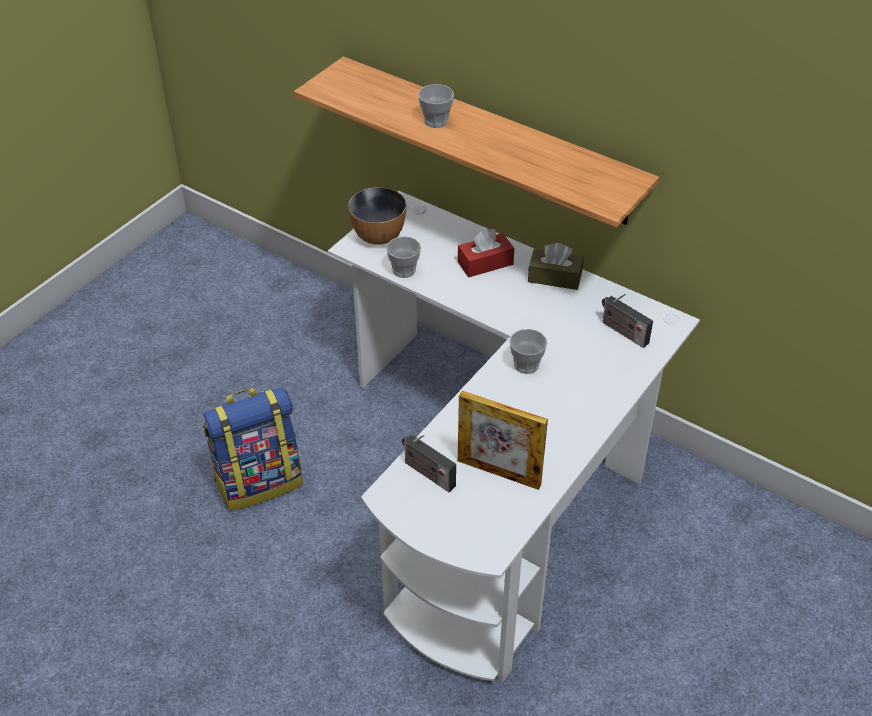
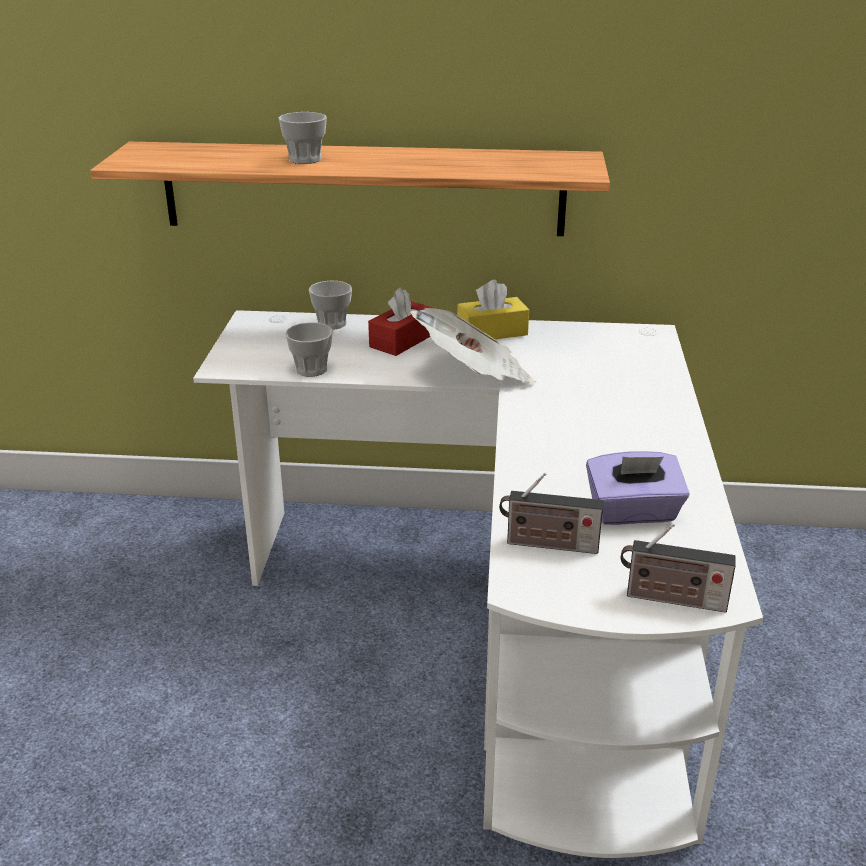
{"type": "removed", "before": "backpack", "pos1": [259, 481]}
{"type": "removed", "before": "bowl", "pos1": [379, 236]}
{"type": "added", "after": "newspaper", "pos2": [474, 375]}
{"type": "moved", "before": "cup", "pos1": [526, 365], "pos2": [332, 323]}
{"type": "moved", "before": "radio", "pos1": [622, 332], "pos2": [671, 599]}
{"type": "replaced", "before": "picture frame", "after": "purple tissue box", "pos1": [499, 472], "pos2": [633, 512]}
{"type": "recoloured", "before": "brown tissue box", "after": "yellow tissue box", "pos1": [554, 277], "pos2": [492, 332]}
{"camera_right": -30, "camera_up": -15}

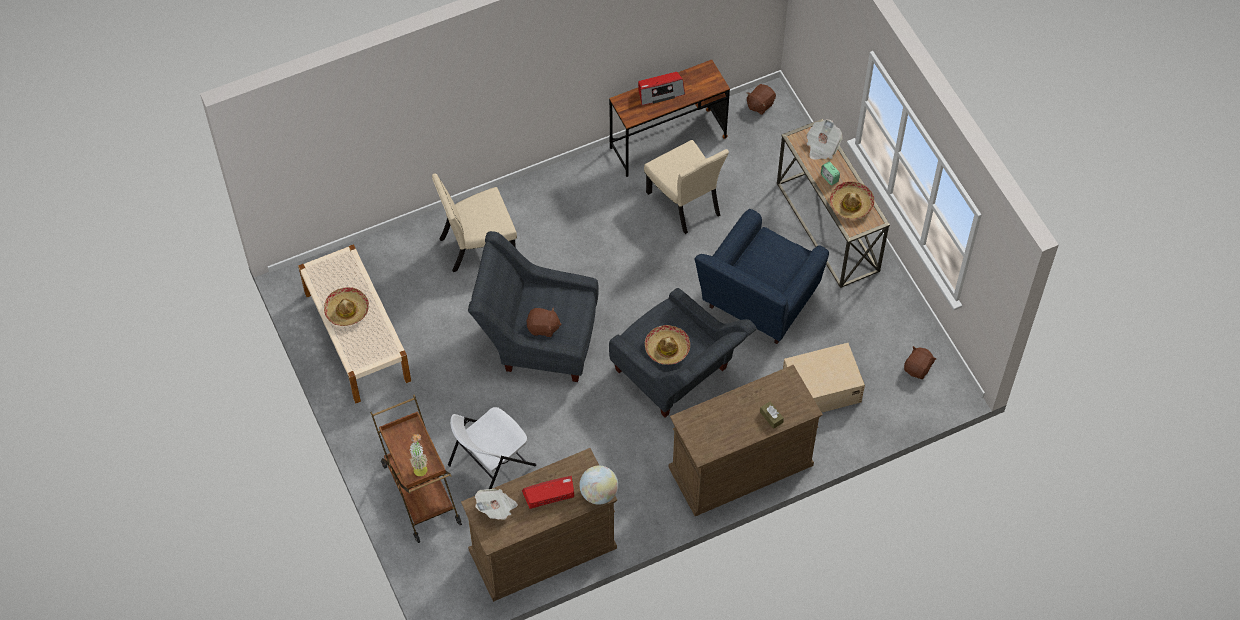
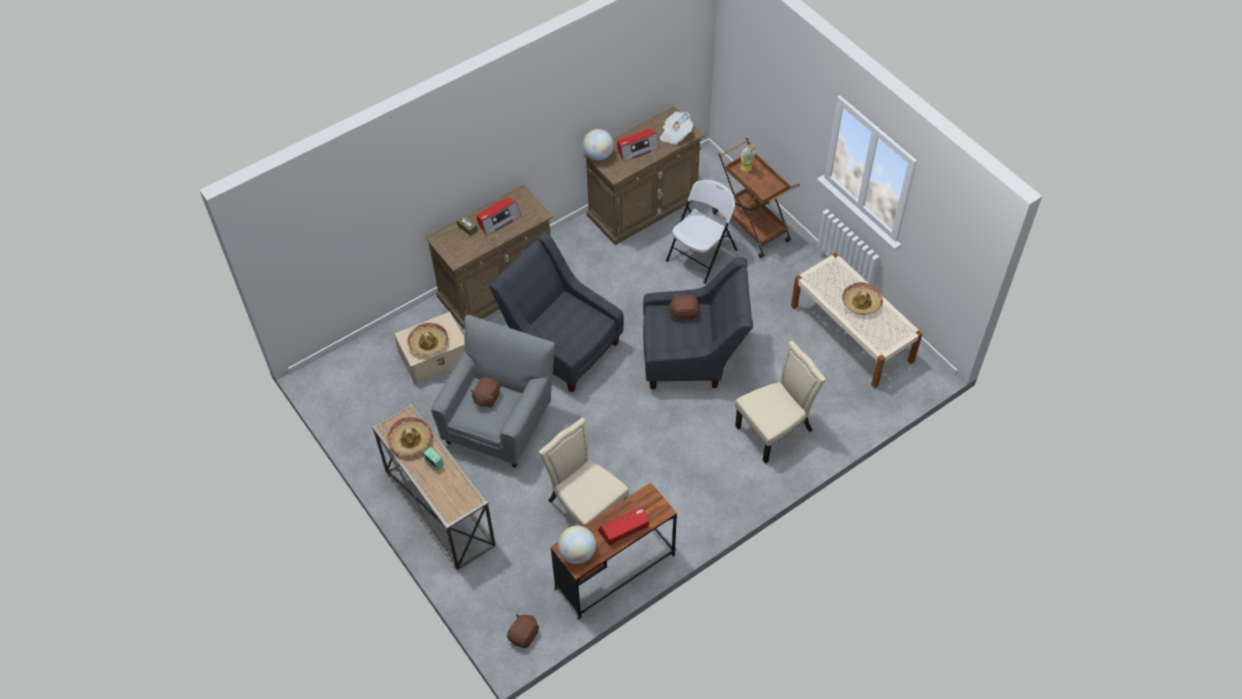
{"type": "removed", "before": "newspaper", "pos1": [822, 146]}
{"type": "added", "after": "radio", "pos2": [498, 220]}
{"type": "added", "after": "globe", "pos2": [577, 553]}
{"type": "moved", "before": "hat", "pos1": [667, 348], "pos2": [428, 343]}
{"type": "moved", "before": "brown plush toy", "pos1": [918, 368], "pos2": [486, 398]}
{"type": "recoloured", "before": "blue armchair", "after": "grey armchair", "pos1": [759, 302], "pos2": [498, 423]}
{"camera_right": 170, "camera_up": -5}

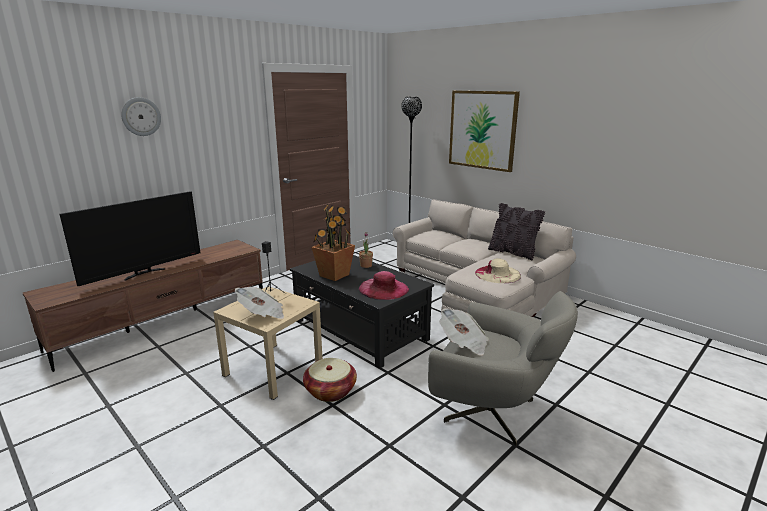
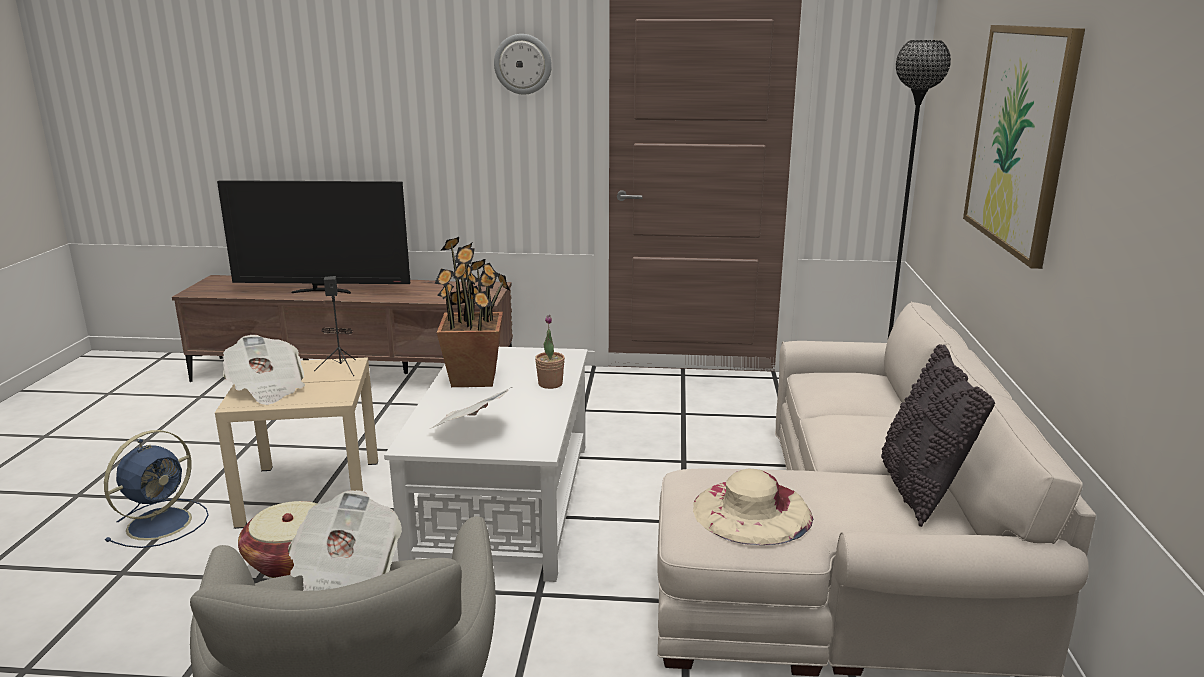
{"type": "added", "after": "blue fan", "pos2": [162, 522]}
{"type": "moved", "before": "wall clock", "pos1": [141, 116], "pos2": [523, 64]}
{"type": "replaced", "before": "pink hat", "after": "newspaper", "pos1": [383, 289], "pos2": [470, 429]}
{"type": "recoloured", "before": "black coffee table", "after": "white coffee table", "pos1": [360, 330], "pos2": [503, 504]}
{"camera_right": 50, "camera_up": 0}

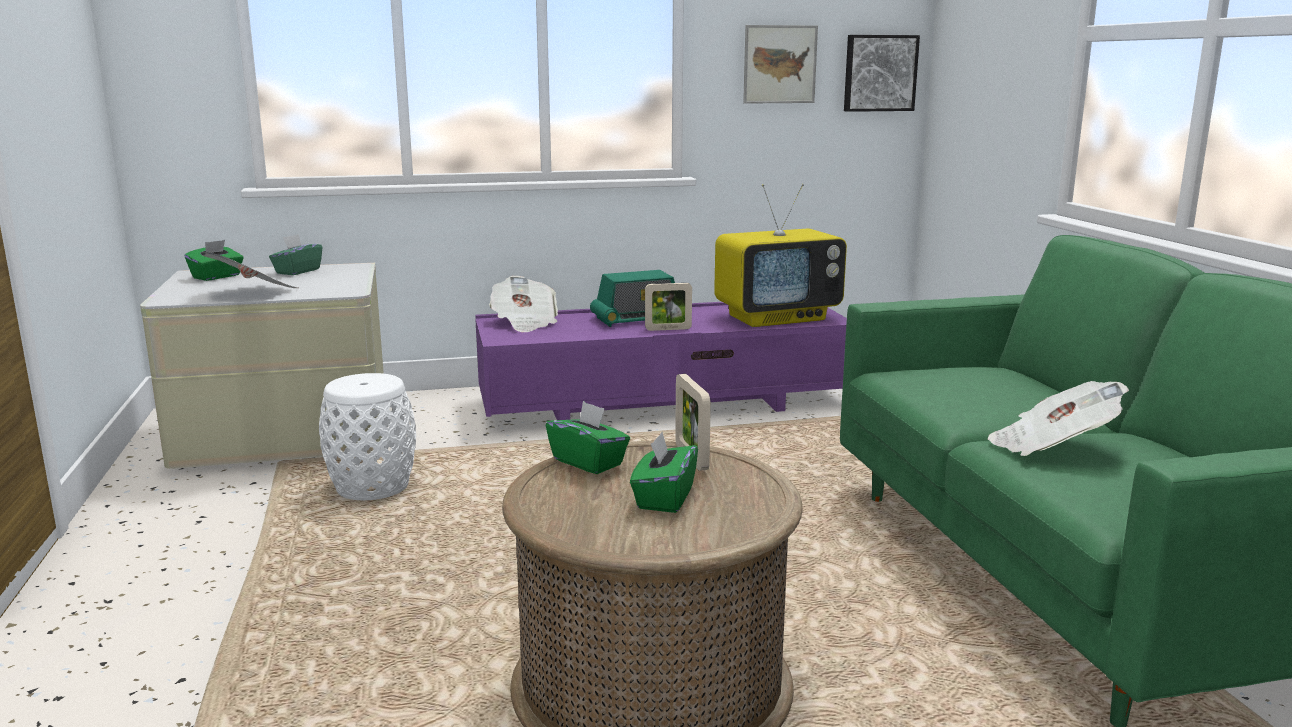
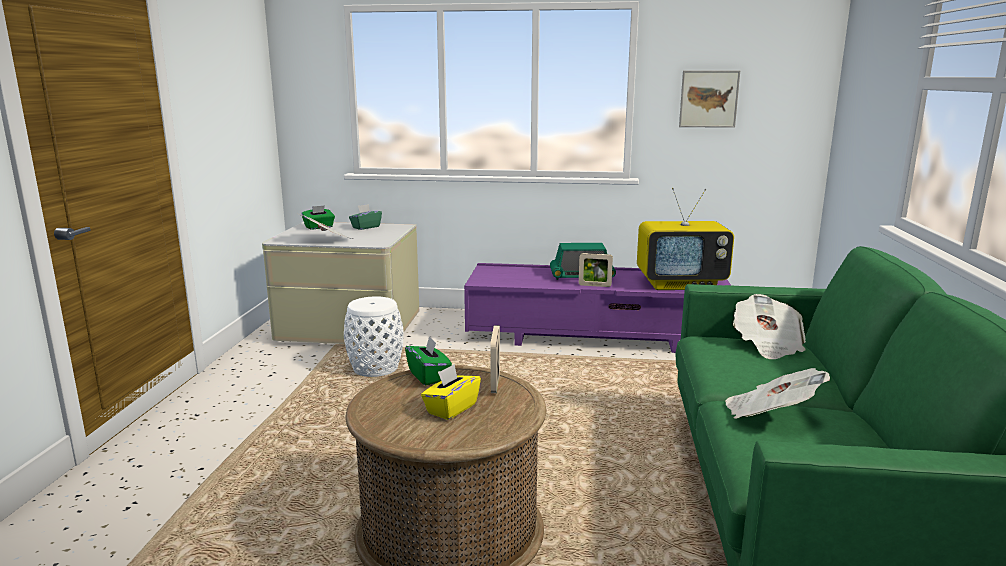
{"type": "removed", "before": "picture", "pos1": [879, 73]}
{"type": "moved", "before": "newspaper", "pos1": [525, 323], "pos2": [767, 345]}
{"type": "recoloured", "before": "green tissue box", "after": "yellow tissue box", "pos1": [664, 498], "pos2": [451, 408]}
{"camera_right": 20, "camera_up": 0}

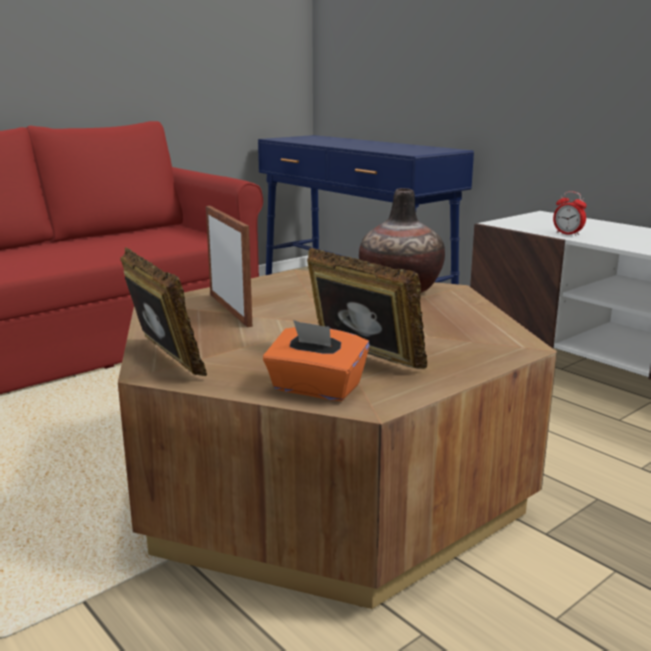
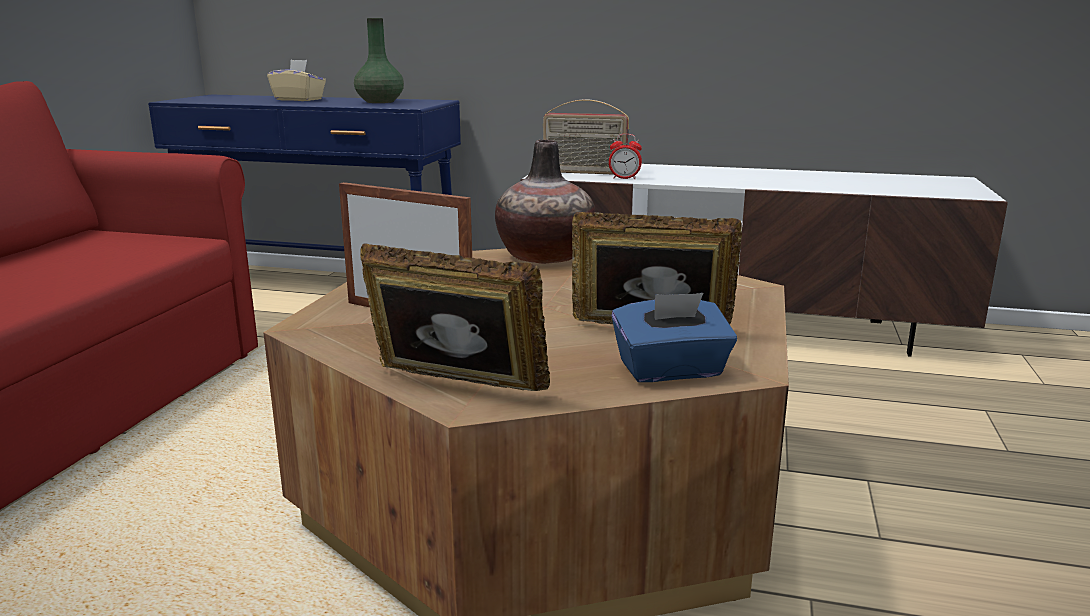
{"type": "added", "after": "beige tissue box", "pos2": [299, 99]}
{"type": "added", "after": "green vase", "pos2": [379, 102]}
{"type": "added", "after": "radio", "pos2": [584, 172]}
{"type": "recoloured", "before": "orange tissue box", "after": "blue tissue box", "pos1": [315, 389], "pos2": [671, 371]}
{"camera_right": -35, "camera_up": 0}

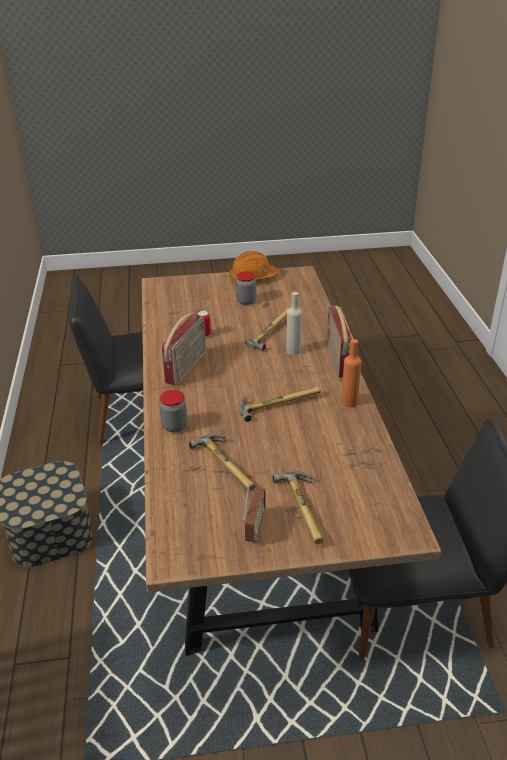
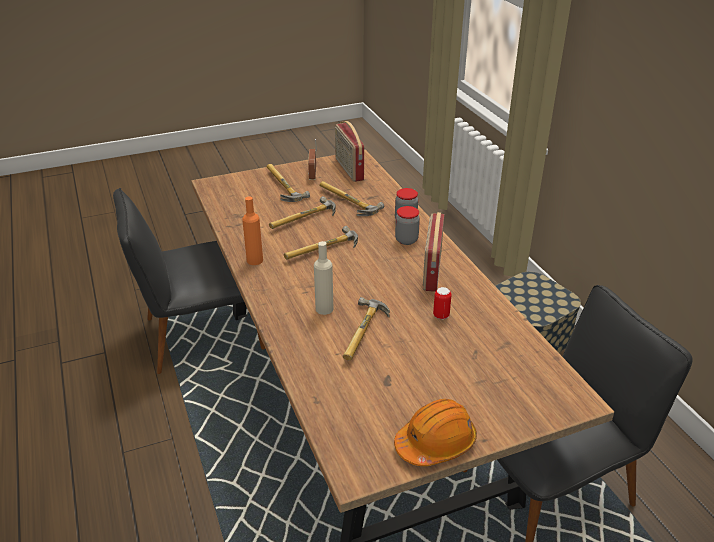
{"type": "added", "after": "hammer", "pos2": [305, 220]}
{"type": "moved", "before": "jar", "pos1": [246, 301], "pos2": [406, 240]}
{"type": "moved", "before": "radio", "pos1": [339, 360], "pos2": [348, 169]}
{"camera_right": 165, "camera_up": 0}

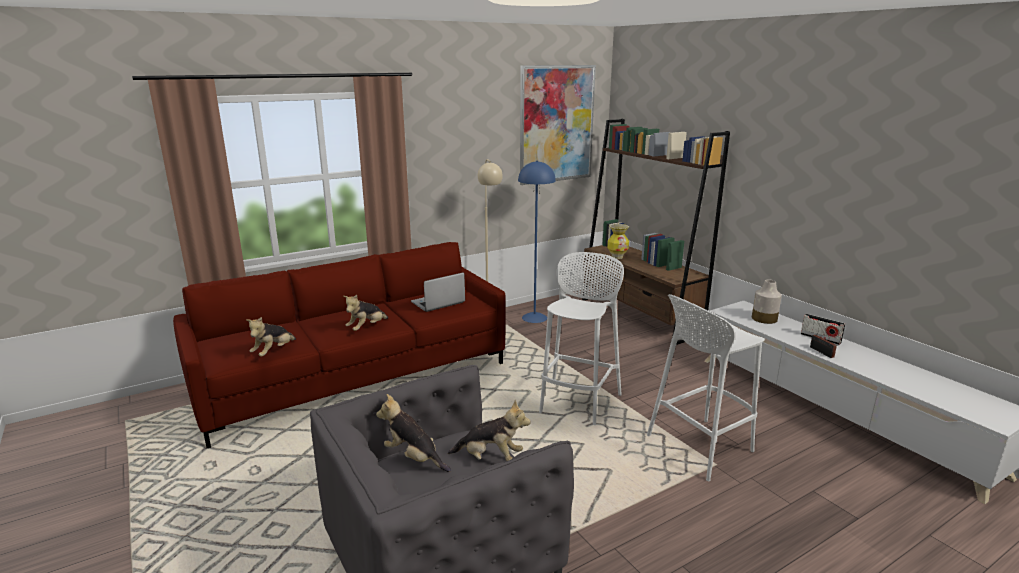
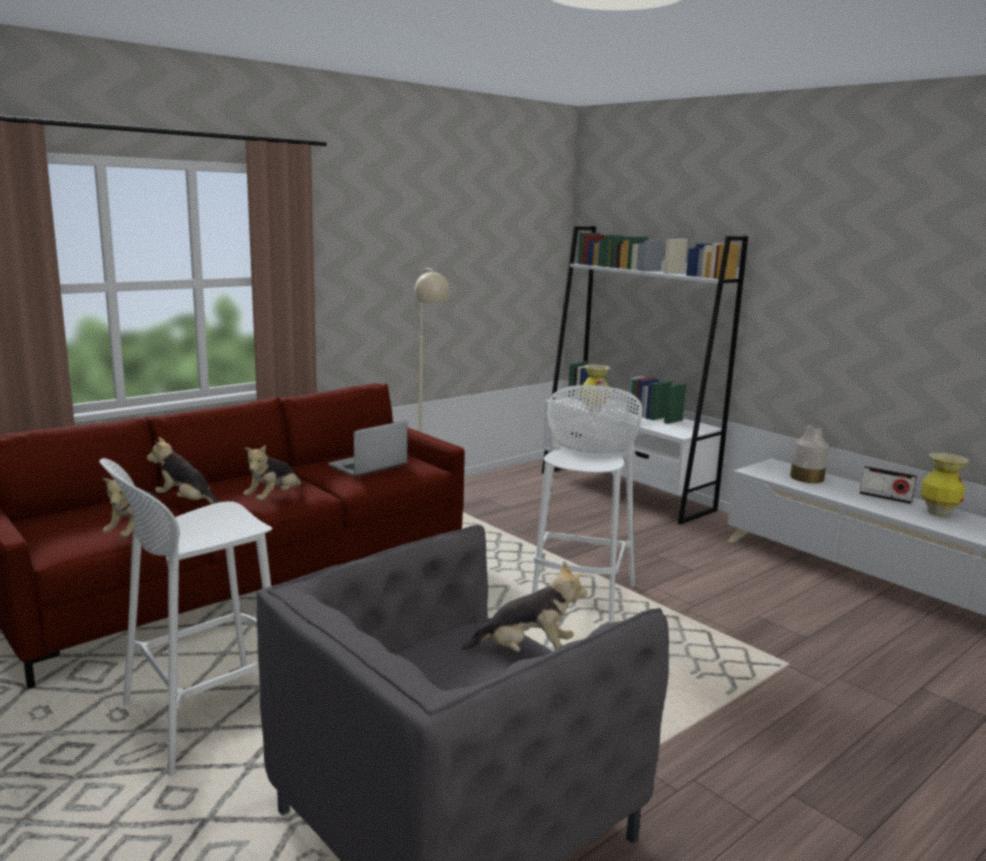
{"type": "removed", "before": "blue floor lamp", "pos1": [534, 317]}
{"type": "removed", "before": "picture", "pos1": [556, 124]}
{"type": "removed", "before": "radio", "pos1": [822, 353]}
{"type": "added", "after": "vase", "pos2": [938, 513]}
{"type": "moved", "before": "plush toy", "pos1": [414, 458], "pos2": [187, 502]}
{"type": "moved", "before": "white stool", "pos1": [700, 447], "pos2": [203, 717]}
{"type": "recoloured", "before": "brown bookcase", "after": "white bookcase", "pos1": [639, 316], "pos2": [625, 491]}
{"camera_right": -10, "camera_up": -5}

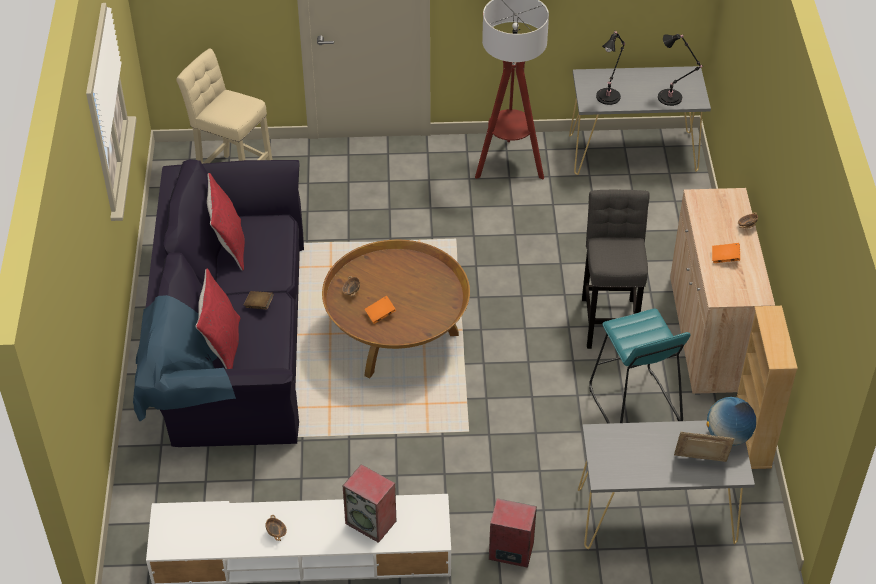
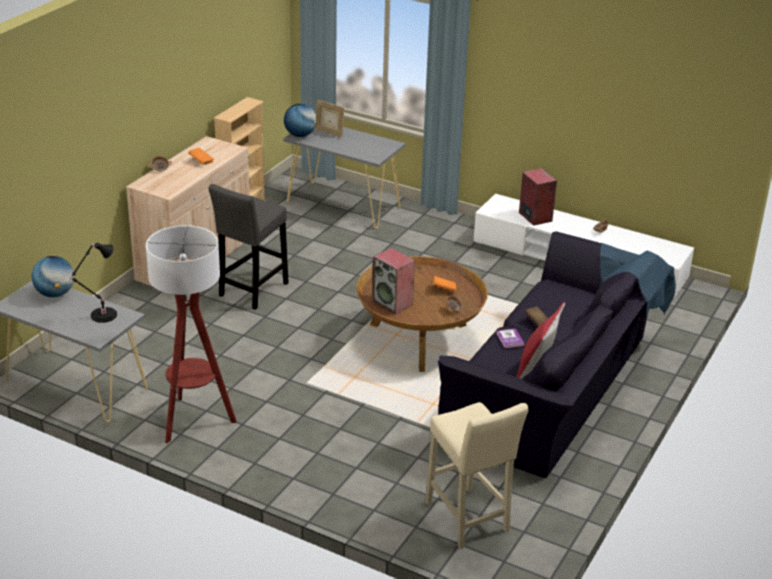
{"type": "removed", "before": "red pillow", "pos1": [222, 346]}
{"type": "removed", "before": "turquoise stool", "pos1": [634, 406]}
{"type": "added", "after": "book", "pos2": [510, 339]}
{"type": "moved", "before": "speaker", "pos1": [510, 551], "pos2": [393, 303]}
{"type": "replaced", "before": "black table lamp", "after": "globe", "pos1": [672, 98], "pos2": [55, 294]}
{"camera_right": -150, "camera_up": -15}

